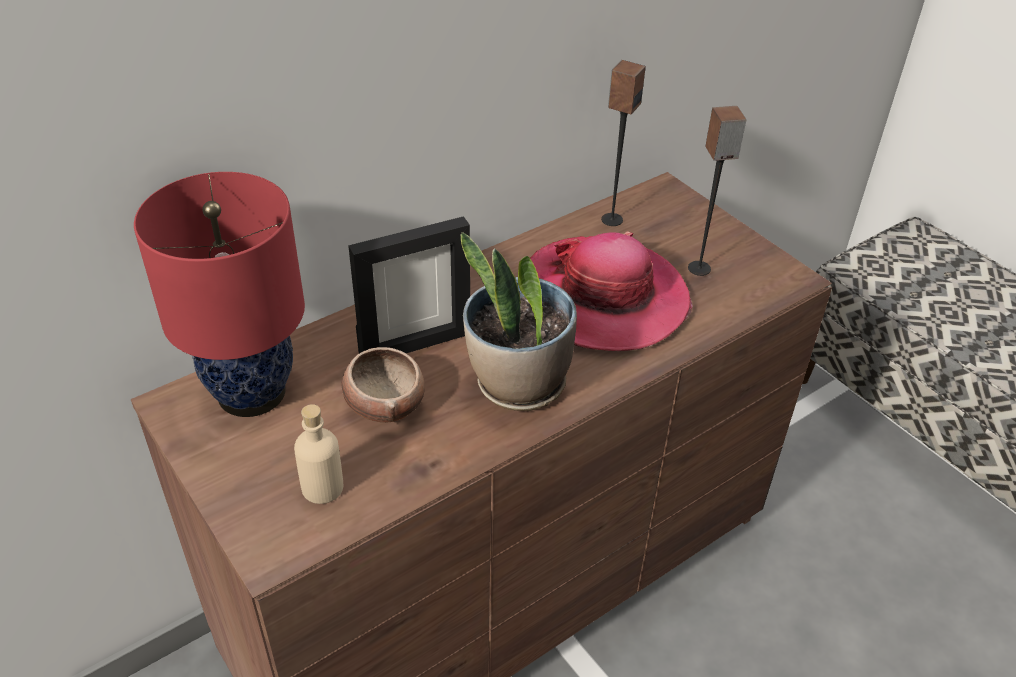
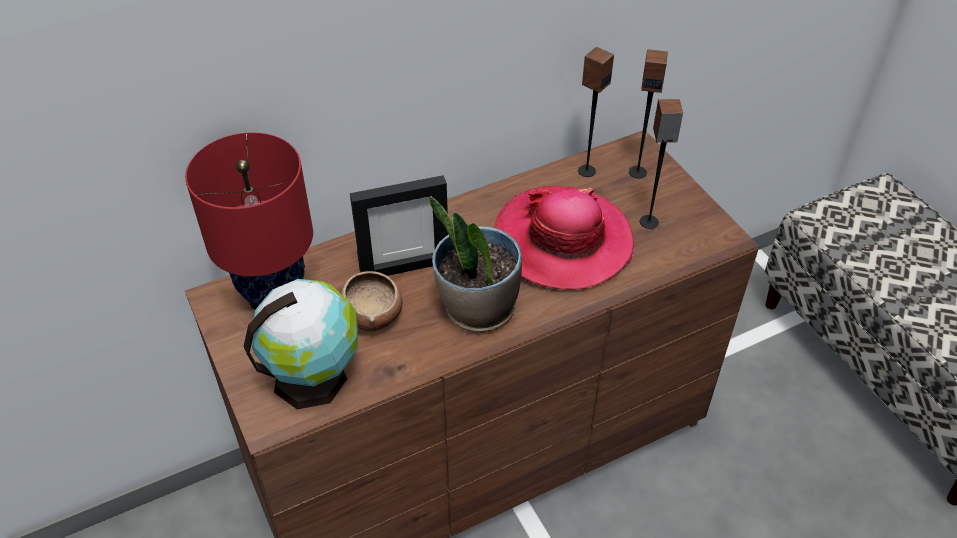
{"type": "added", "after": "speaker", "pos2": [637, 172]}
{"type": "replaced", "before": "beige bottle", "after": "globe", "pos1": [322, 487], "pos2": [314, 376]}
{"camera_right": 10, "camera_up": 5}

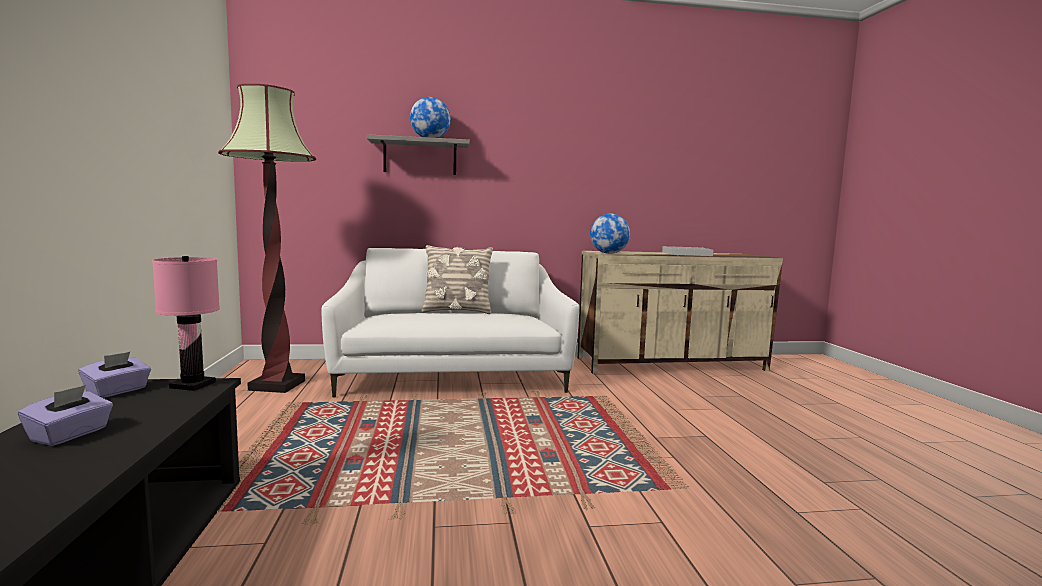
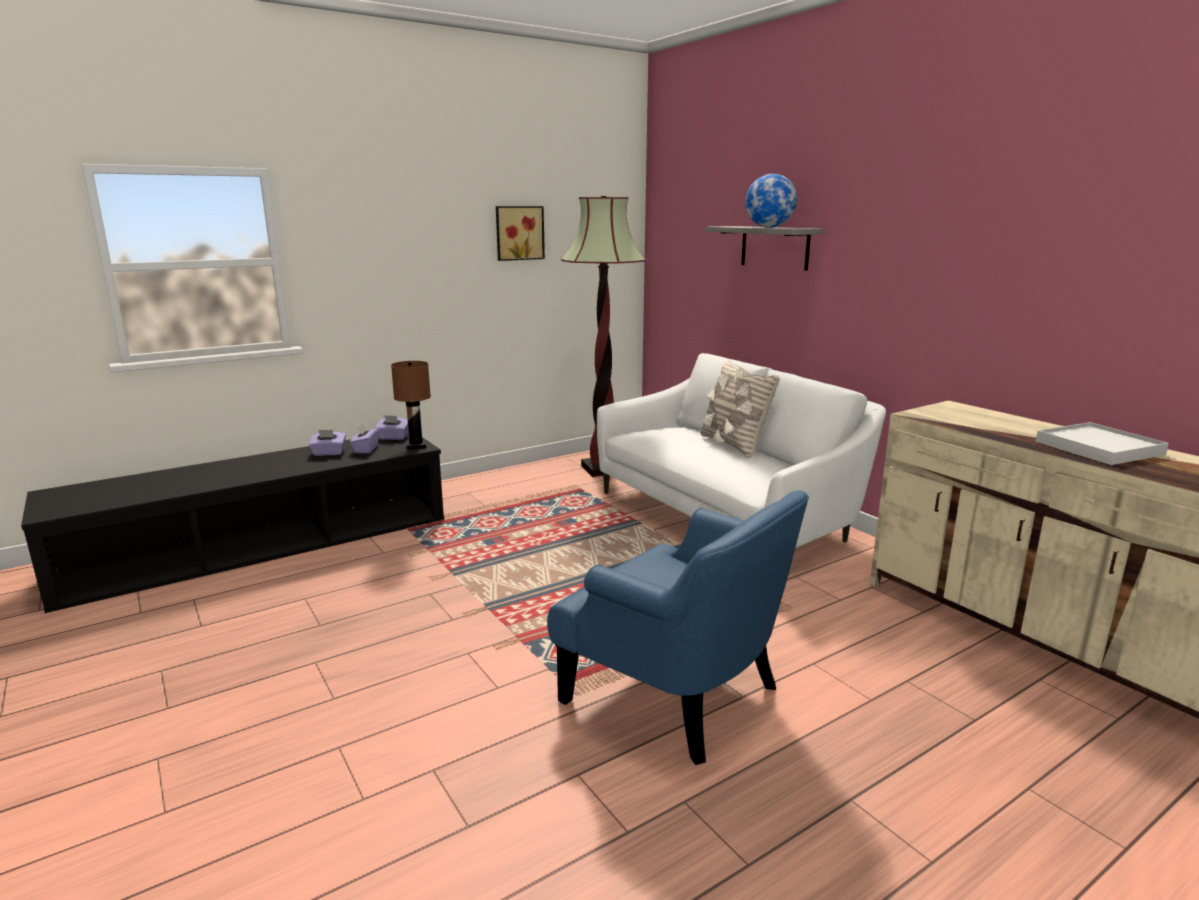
{"type": "removed", "before": "globe", "pos1": [609, 253]}
{"type": "added", "after": "purple tissue box", "pos2": [365, 449]}
{"type": "added", "after": "picture", "pos2": [519, 233]}
{"type": "added", "after": "blue armchair", "pos2": [677, 693]}
{"type": "recoloured", "before": "pink table lamp", "after": "brown table lamp", "pos1": [193, 385], "pos2": [416, 445]}
{"camera_right": 65, "camera_up": 10}

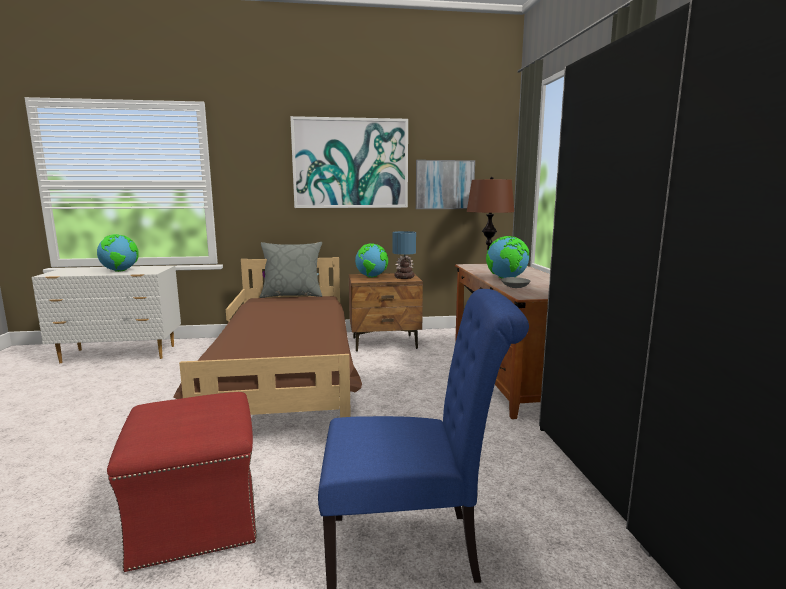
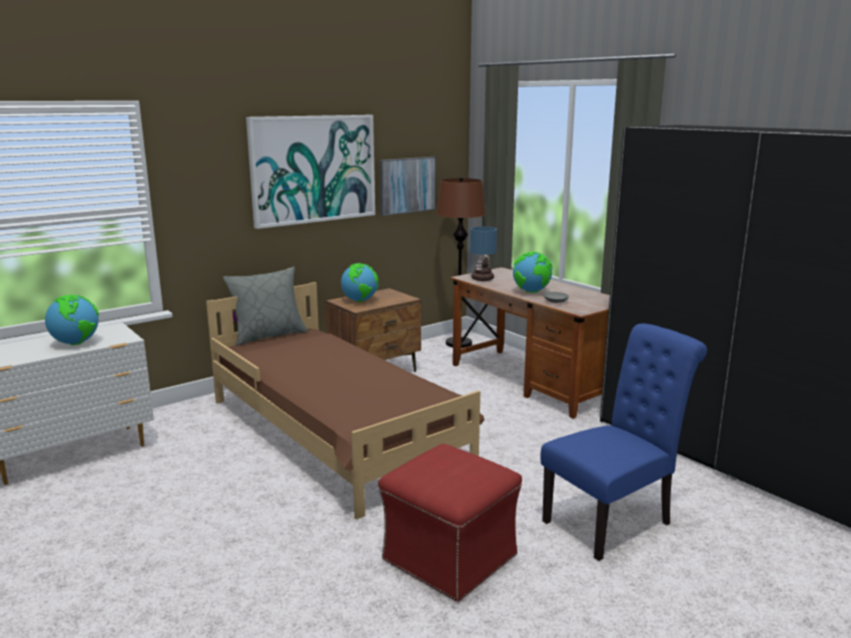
{"type": "moved", "before": "table lamp", "pos1": [404, 277], "pos2": [482, 279]}
{"camera_right": -30, "camera_up": 5}

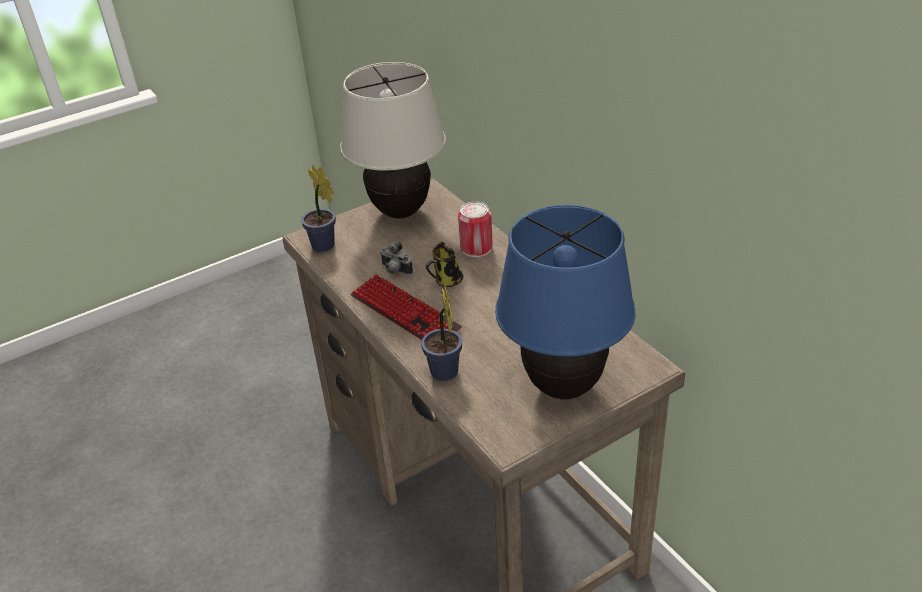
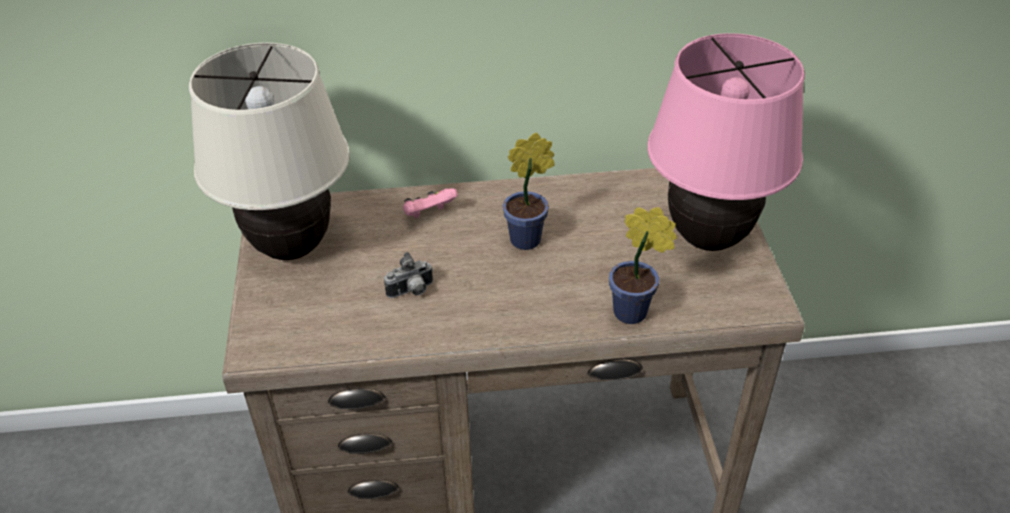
{"type": "removed", "before": "keyboard", "pos1": [404, 312]}
{"type": "removed", "before": "mug", "pos1": [447, 281]}
{"type": "moved", "before": "potted plant", "pos1": [325, 247], "pos2": [529, 239]}
{"type": "replaced", "before": "can", "after": "pink game controller", "pos1": [476, 248], "pos2": [429, 214]}
{"type": "recoloured", "before": "blue table lamp", "after": "pink table lamp", "pos1": [563, 387], "pos2": [707, 238]}
{"camera_right": -65, "camera_up": 5}

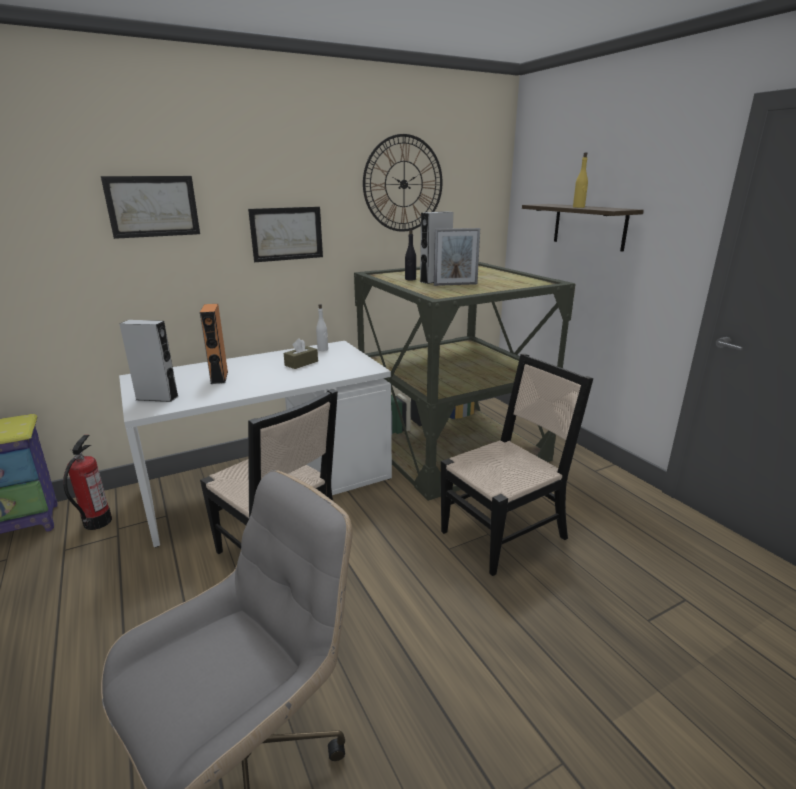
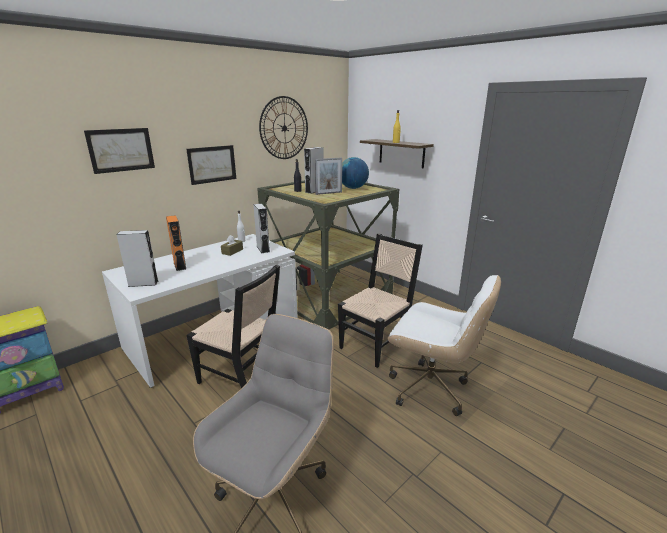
{"type": "removed", "before": "fire extinguisher", "pos1": [97, 522]}
{"type": "added", "after": "grey speaker", "pos2": [263, 249]}
{"type": "added", "after": "globe", "pos2": [353, 188]}
{"type": "added", "after": "white office chair", "pos2": [431, 390]}
{"camera_right": -15, "camera_up": 0}

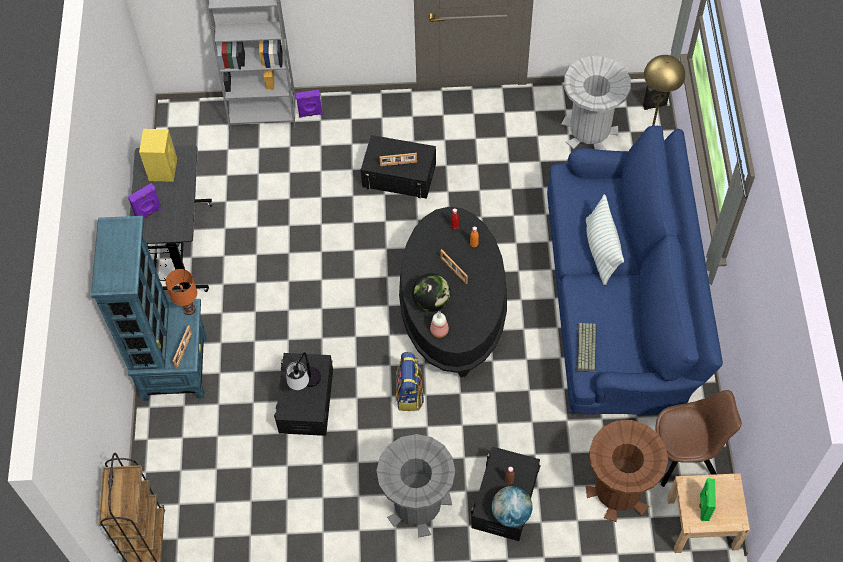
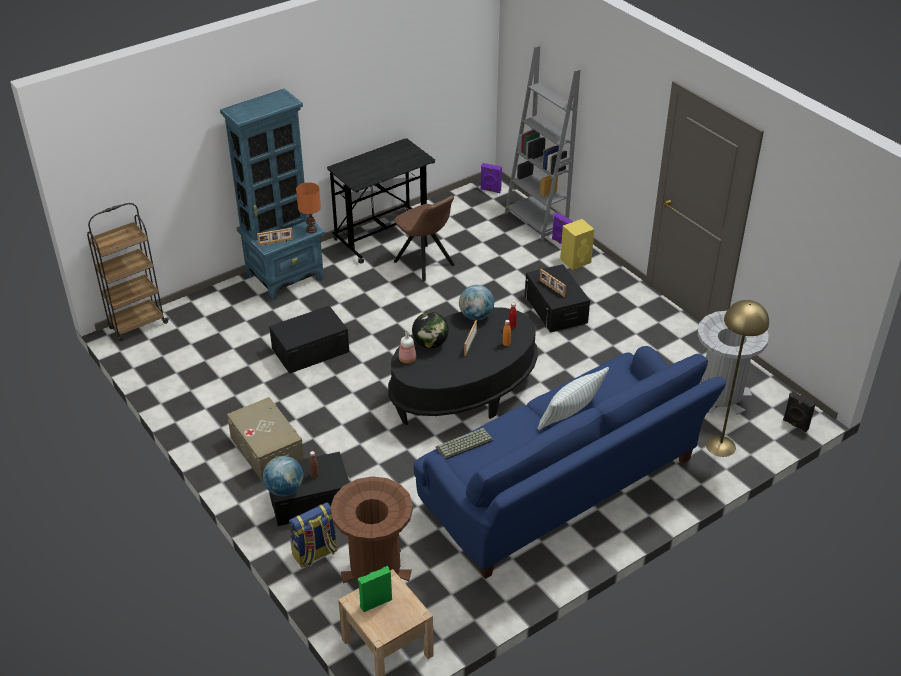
{"type": "removed", "before": "table lamp", "pos1": [306, 386]}
{"type": "added", "after": "globe", "pos2": [476, 316]}
{"type": "moved", "before": "purple speaker", "pos1": [149, 213], "pos2": [490, 190]}
{"type": "moved", "before": "yellow speaker", "pos1": [163, 168], "pos2": [576, 261]}
{"type": "moved", "before": "backpack", "pos1": [410, 394], "pos2": [315, 553]}
{"type": "moved", "before": "brown chair", "pos1": [683, 457], "pos2": [424, 263]}
{"type": "replaced", "before": "grey trash can", "after": "beige storage box", "pos1": [417, 504], "pos2": [267, 449]}
{"camera_right": 55, "camera_up": -20}

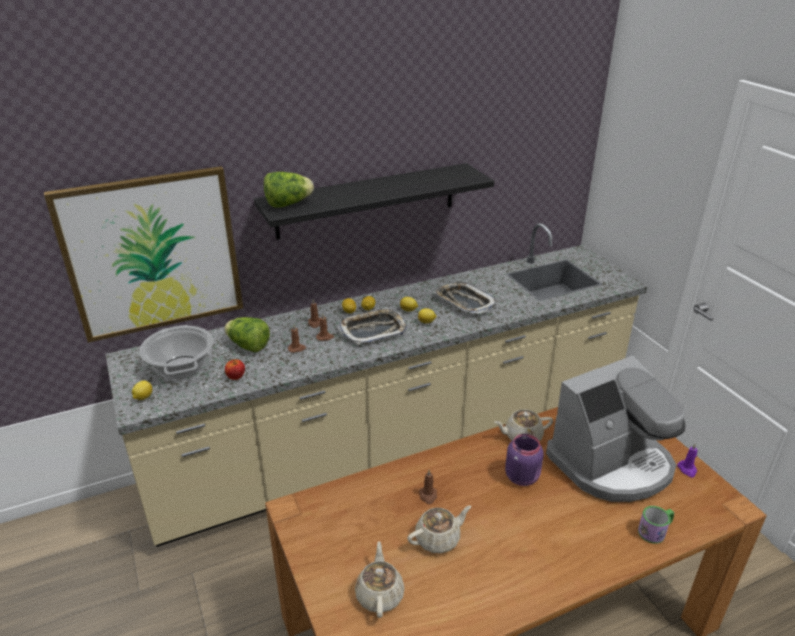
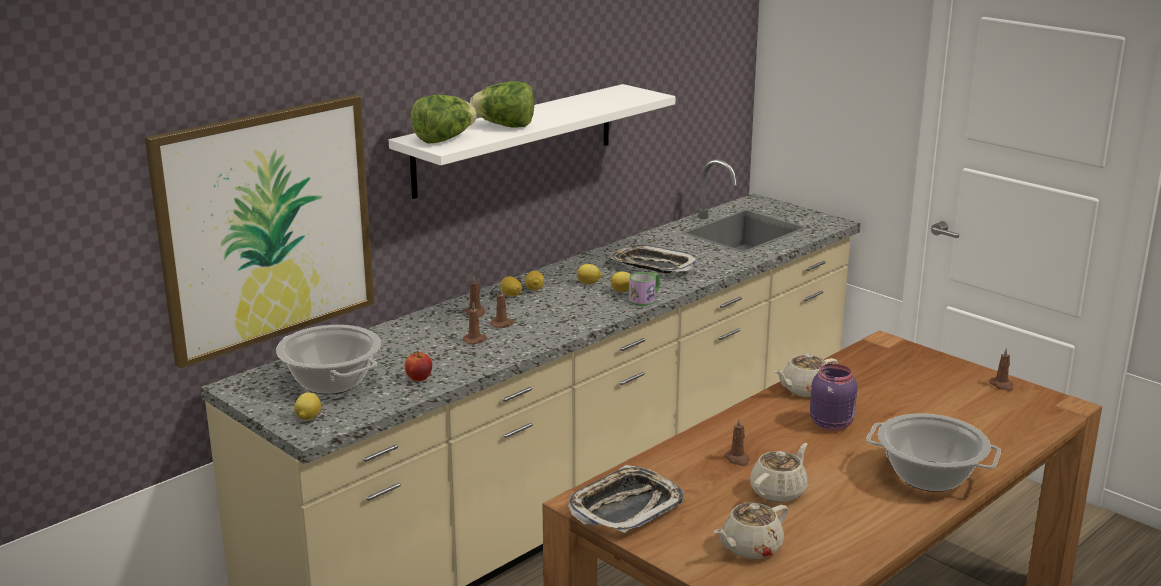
{"type": "removed", "before": "coffee machine", "pos1": [611, 464]}
{"type": "added", "after": "cooking pot", "pos2": [929, 476]}
{"type": "moved", "before": "lettuce", "pos1": [248, 346], "pos2": [505, 126]}
{"type": "moved", "before": "tray", "pos1": [373, 330], "pos2": [625, 507]}
{"type": "moved", "before": "mug", "pos1": [655, 531], "pos2": [645, 299]}
{"type": "recoloured", "before": "black shelf", "after": "white shelf", "pos1": [367, 201], "pos2": [515, 139]}
{"type": "recoloured", "before": "purple candle", "after": "brown candle", "pos1": [687, 469], "pos2": [1002, 385]}
{"type": "turned", "before": "beige teapot", "pos1": [380, 594], "pos2": [750, 547], "turn": -105}
{"camera_right": -20, "camera_up": -10}

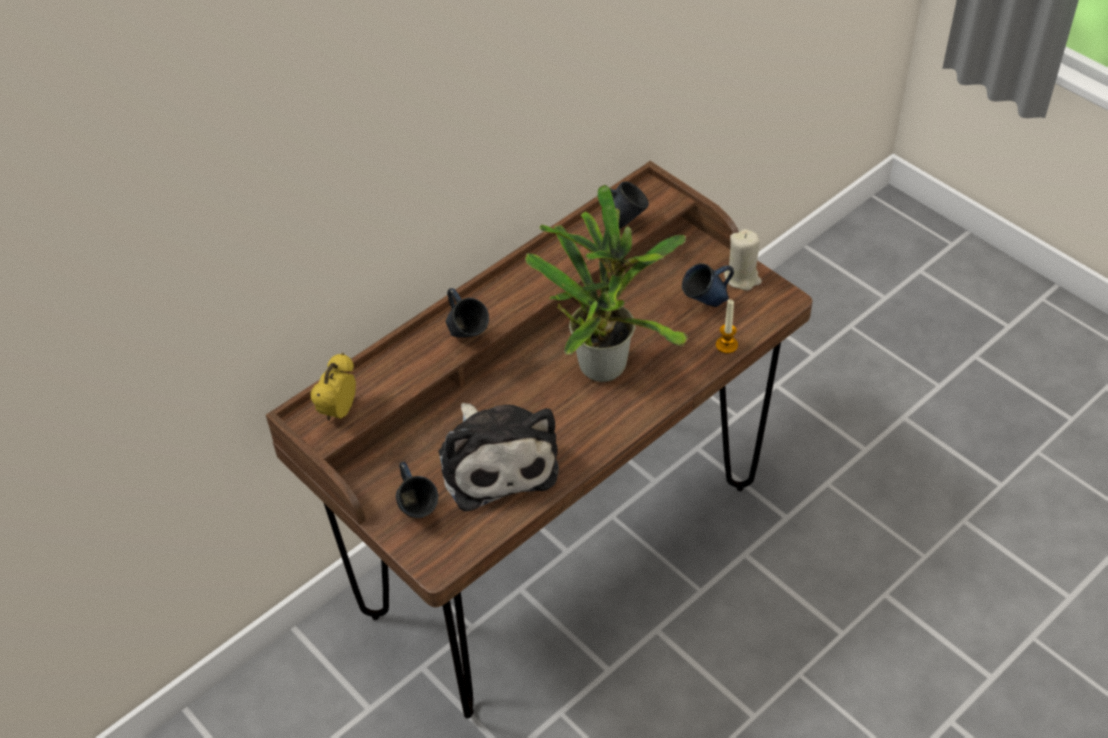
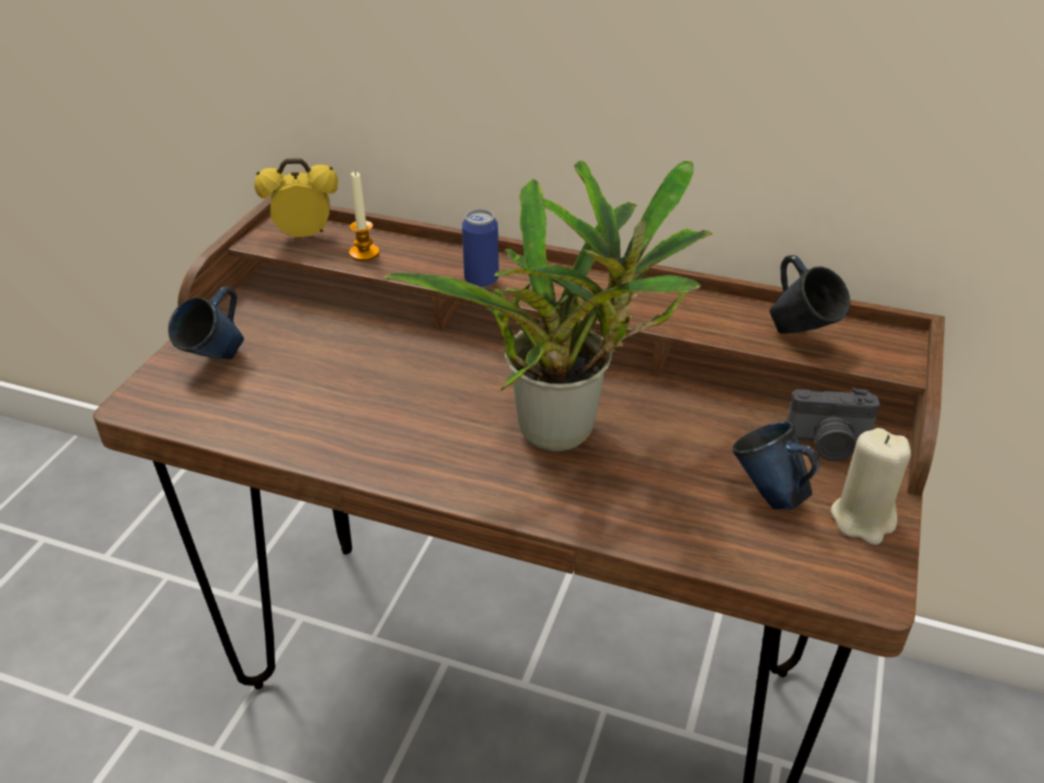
{"type": "removed", "before": "plush toy", "pos1": [496, 461]}
{"type": "added", "after": "photo camera", "pos2": [827, 444]}
{"type": "moved", "before": "candle", "pos1": [726, 345], "pos2": [364, 253]}
{"type": "replaced", "before": "blue mug", "after": "can", "pos1": [466, 337], "pos2": [481, 280]}
{"camera_right": 60, "camera_up": -10}

